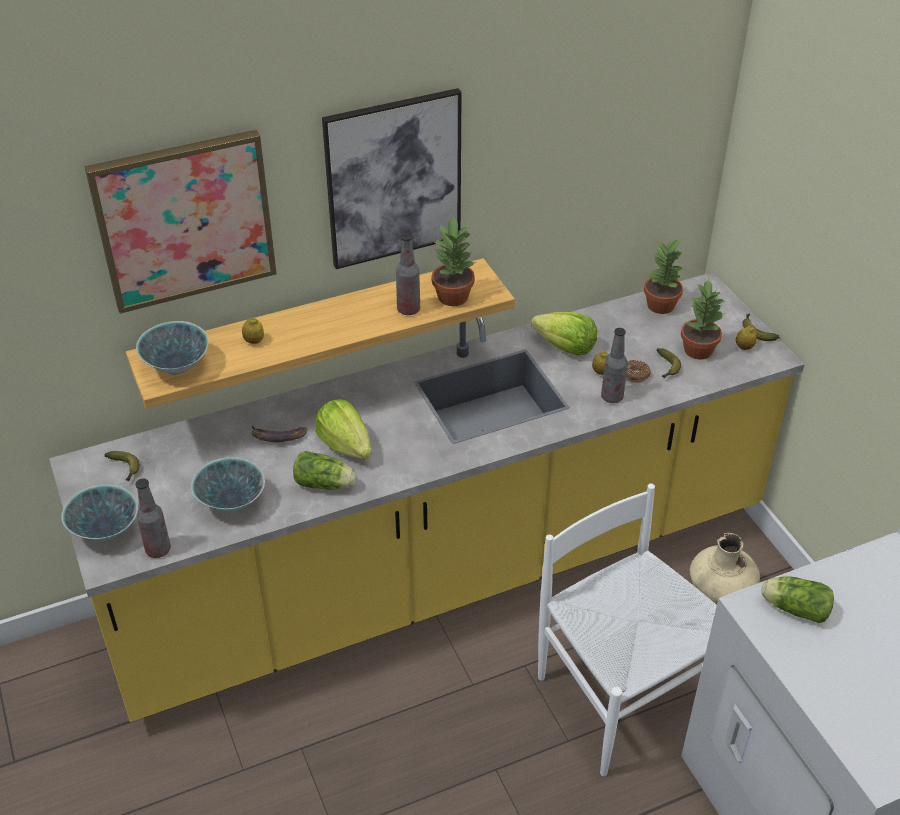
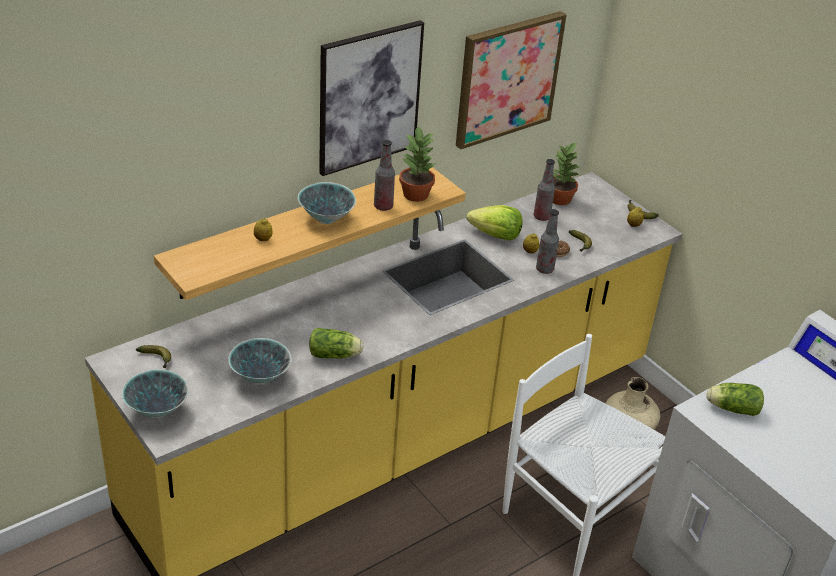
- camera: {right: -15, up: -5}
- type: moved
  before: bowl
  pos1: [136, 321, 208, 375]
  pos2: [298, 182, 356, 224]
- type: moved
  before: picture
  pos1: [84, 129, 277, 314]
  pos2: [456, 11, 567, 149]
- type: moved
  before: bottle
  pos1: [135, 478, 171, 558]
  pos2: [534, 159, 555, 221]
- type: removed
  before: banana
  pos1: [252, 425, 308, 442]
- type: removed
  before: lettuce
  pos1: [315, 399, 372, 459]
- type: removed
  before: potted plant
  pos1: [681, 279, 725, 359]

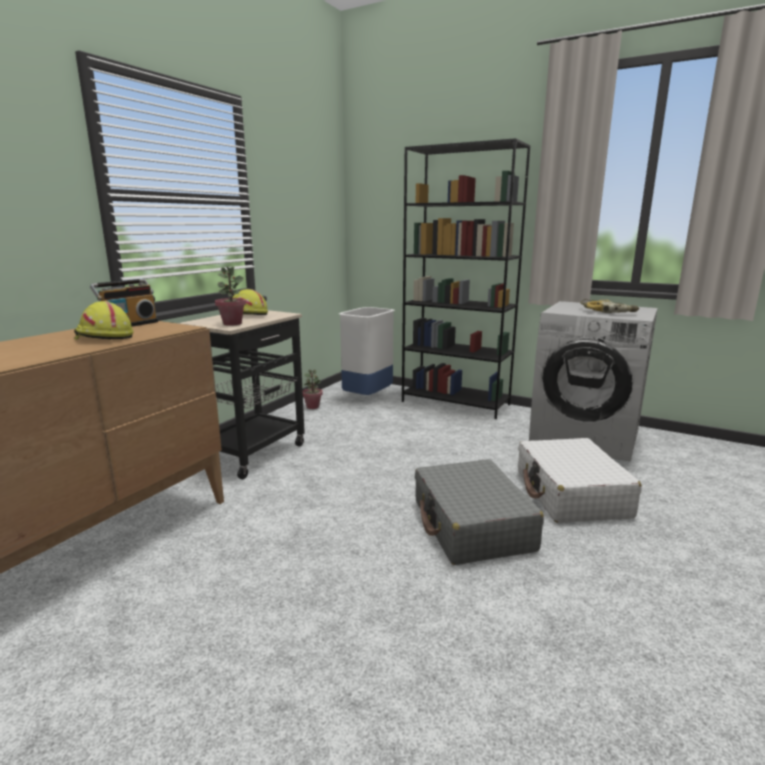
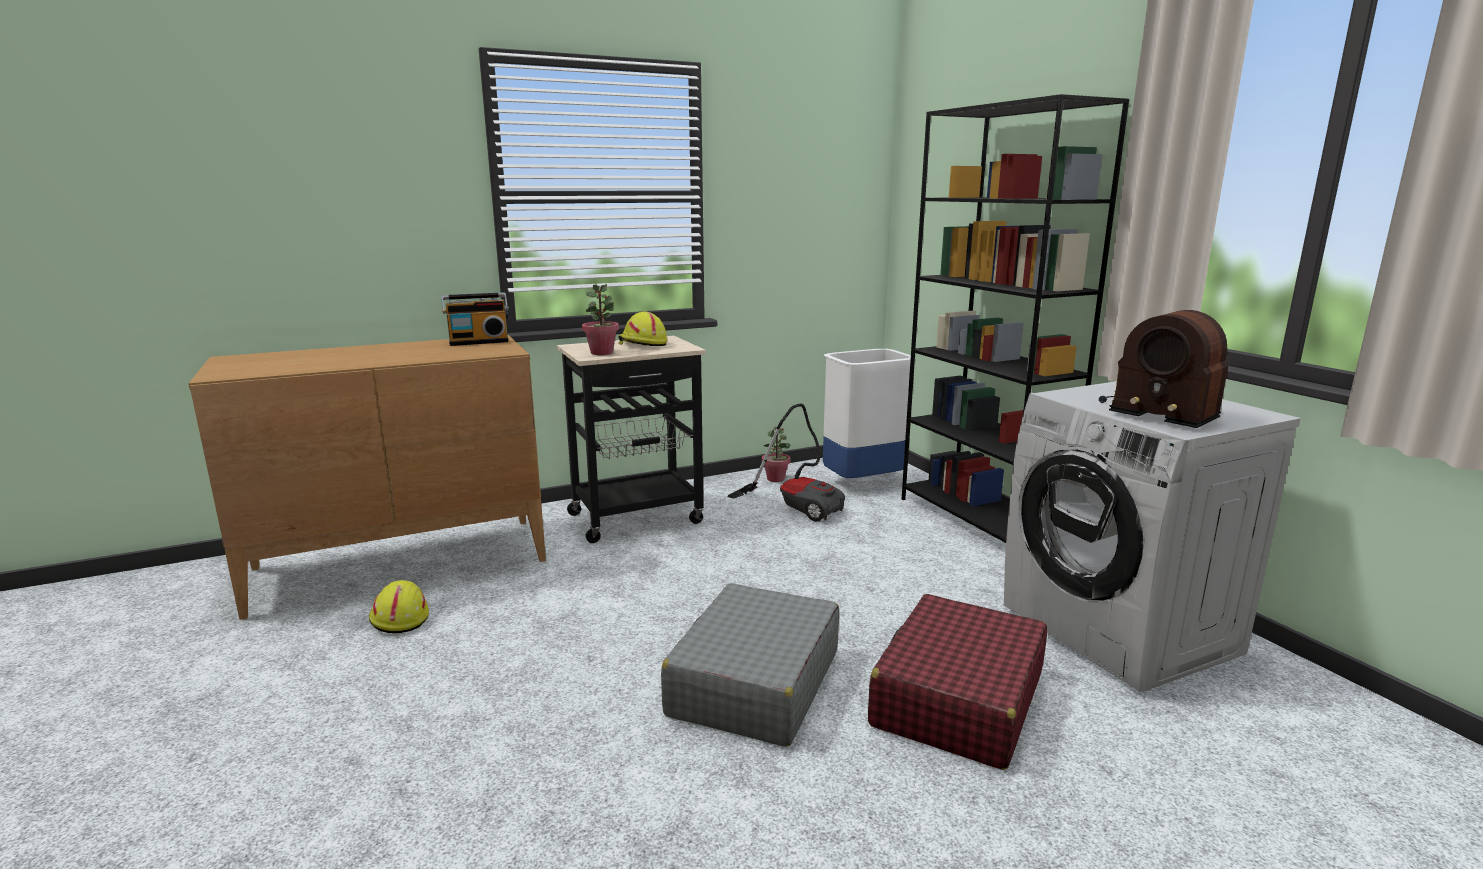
- camera: {right: 35, up: 0}
- type: moved
  before: yellow hard hat
  pos1: [74, 301, 133, 340]
  pos2: [369, 580, 429, 633]
- type: added
  after: vacuum cleaner
  pos2: [728, 403, 845, 522]
- type: recoloured
  before: white suitcase
  after: red suitcase
  pos1: [518, 438, 642, 523]
  pos2: [868, 594, 1047, 770]
- type: replaced
  before: power drill
  after: radio
  pos1: [580, 299, 639, 313]
  pos2: [1099, 310, 1228, 428]

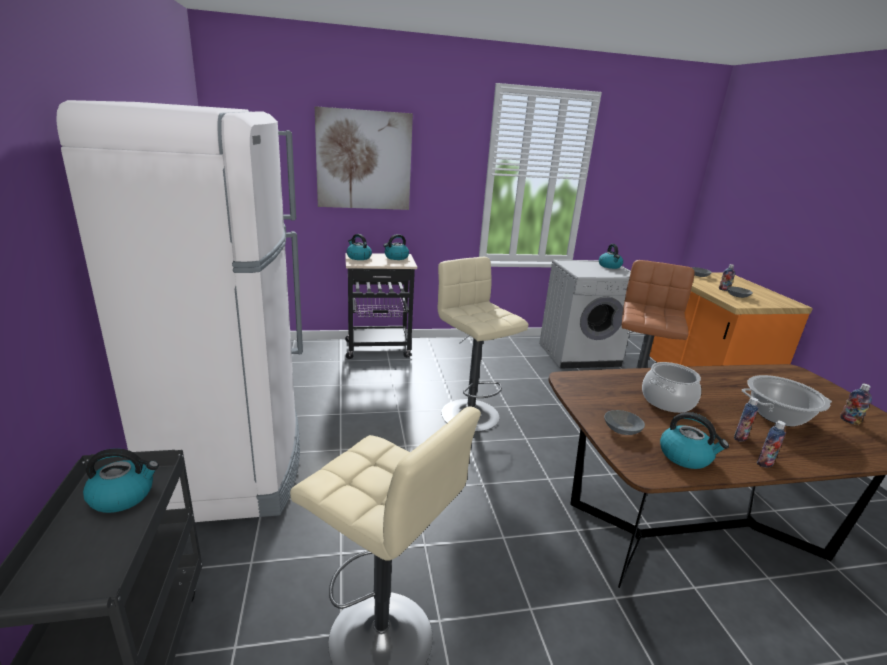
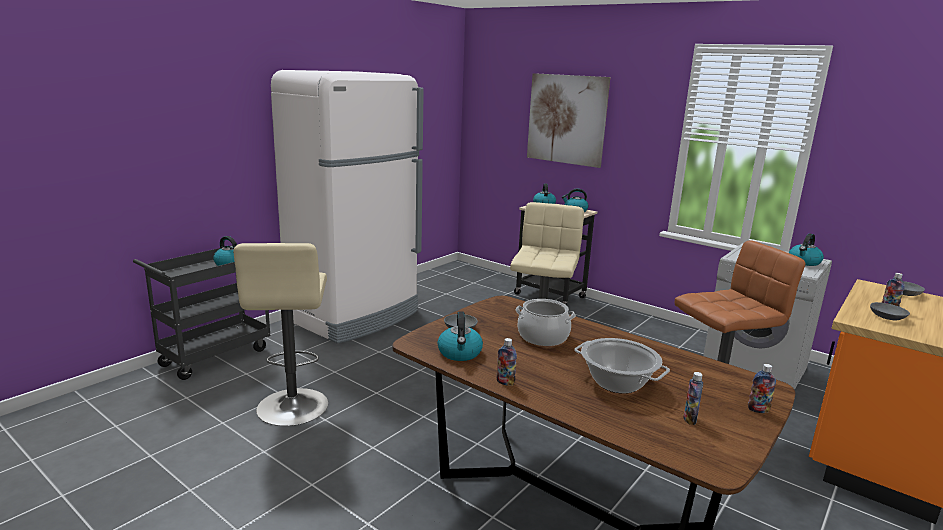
- camera: {right: 50, up: -5}
- type: moved
  before: bottle
  pos1: [734, 397, 759, 442]
  pos2: [748, 364, 776, 413]

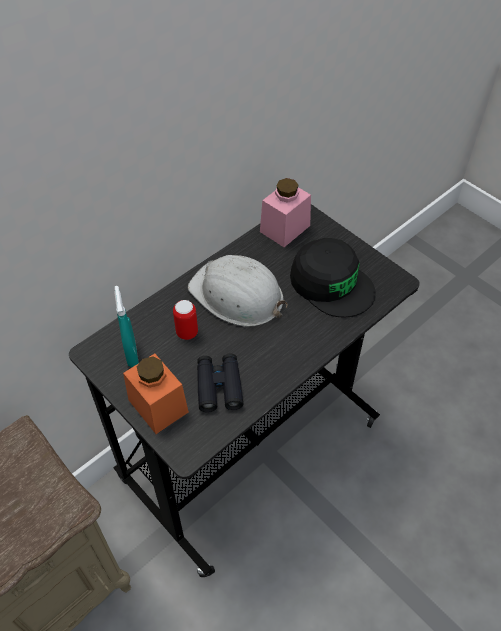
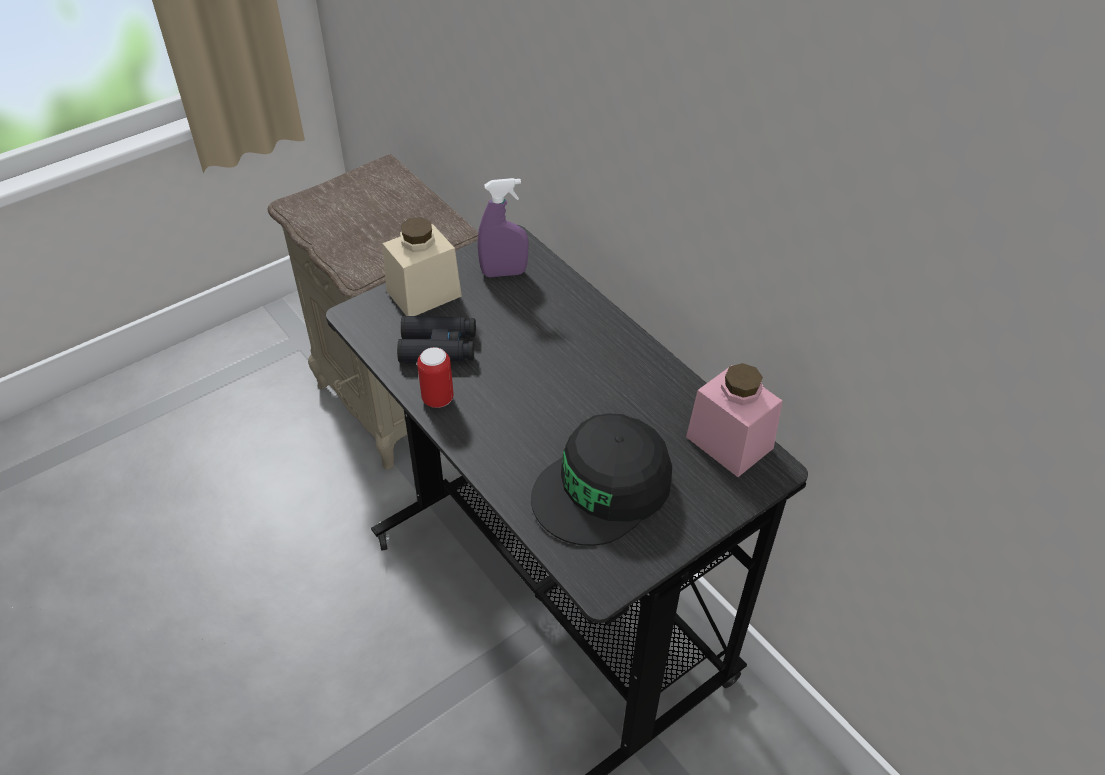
- camera: {right: 95, up: -5}
- type: recoloured
  before: orange jar
  after: beige jar
  pos1: [123, 353, 189, 434]
  pos2: [382, 217, 462, 316]
- type: moved
  before: can
  pos1: [173, 300, 198, 340]
  pos2: [417, 347, 454, 408]
- type: recoloured
  before: turquoise spray bottle
  after: purple spray bottle
  pos1: [115, 286, 139, 367]
  pos2: [478, 178, 529, 277]
- type: removed
  before: white hard hat
  pos1: [188, 255, 288, 327]

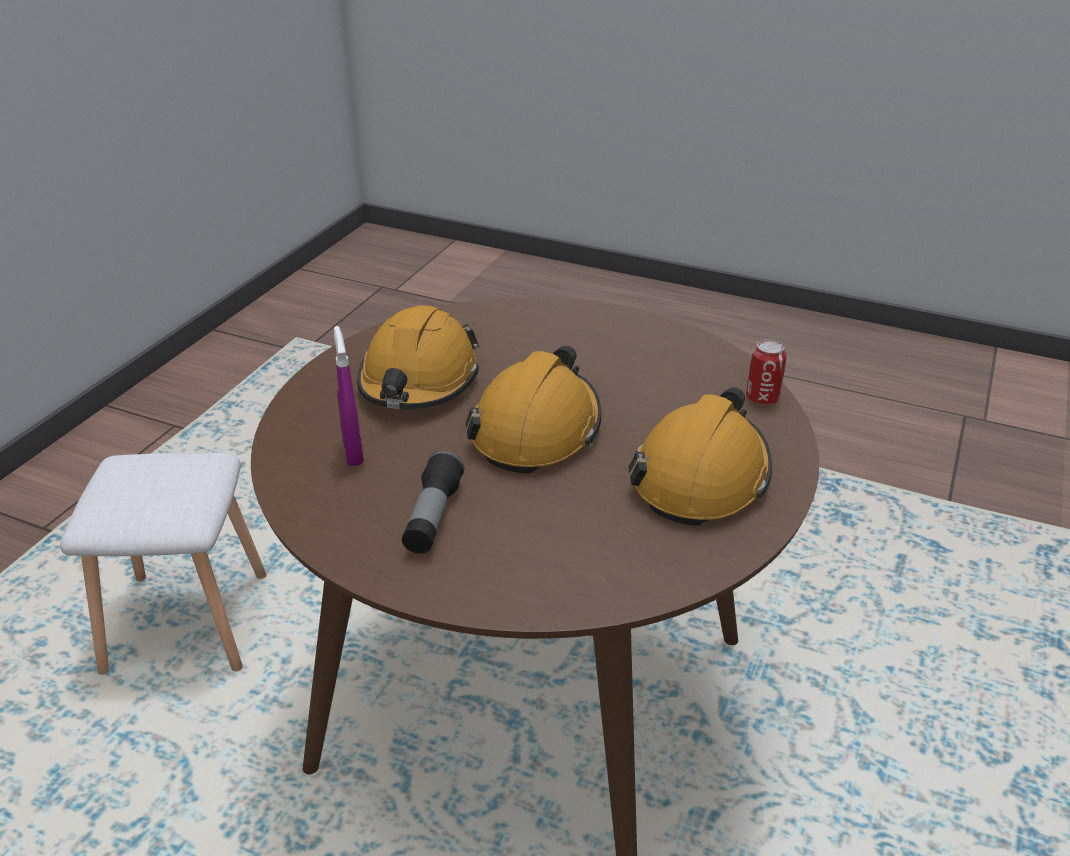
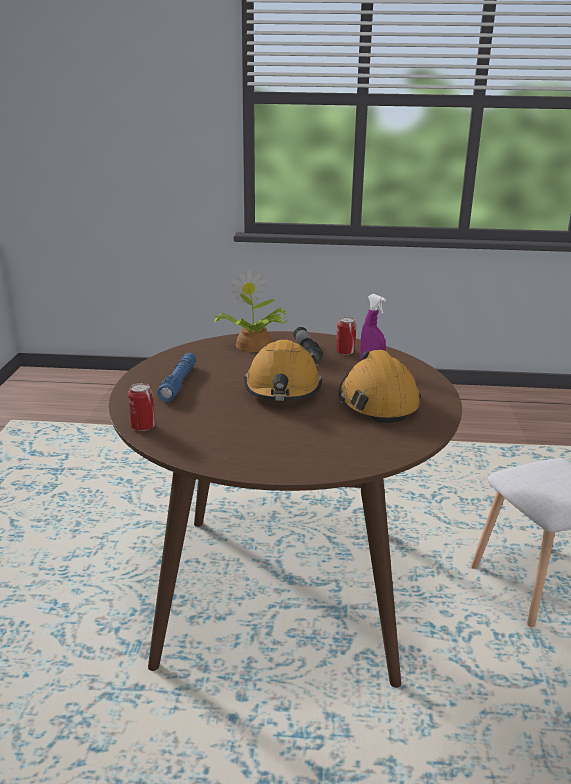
- camera: {right: 160, up: -10}
- type: replaced
  before: orange hard hat
  after: blue flashlight
  pos1: [629, 388, 772, 526]
  pos2: [157, 353, 196, 402]
- type: added
  after: potted plant
  pos2: [214, 269, 287, 352]
- type: added
  after: can
  pos2: [336, 317, 356, 355]

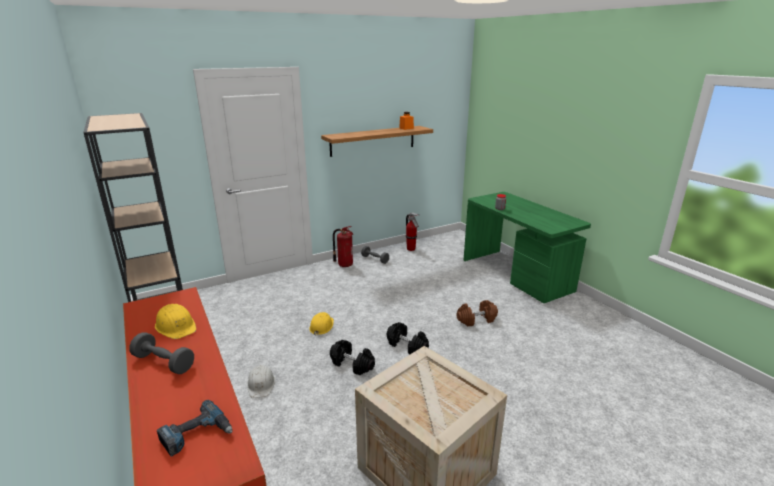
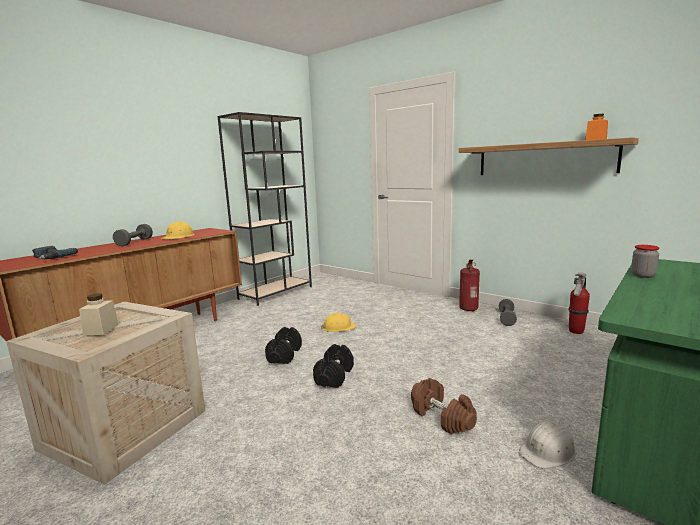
- camera: {right: 70, up: -10}
- type: added
  after: beige jar
  pos2: [79, 293, 119, 335]
- type: moved
  before: white hard hat
  pos1: [247, 365, 275, 398]
  pos2: [519, 421, 576, 469]

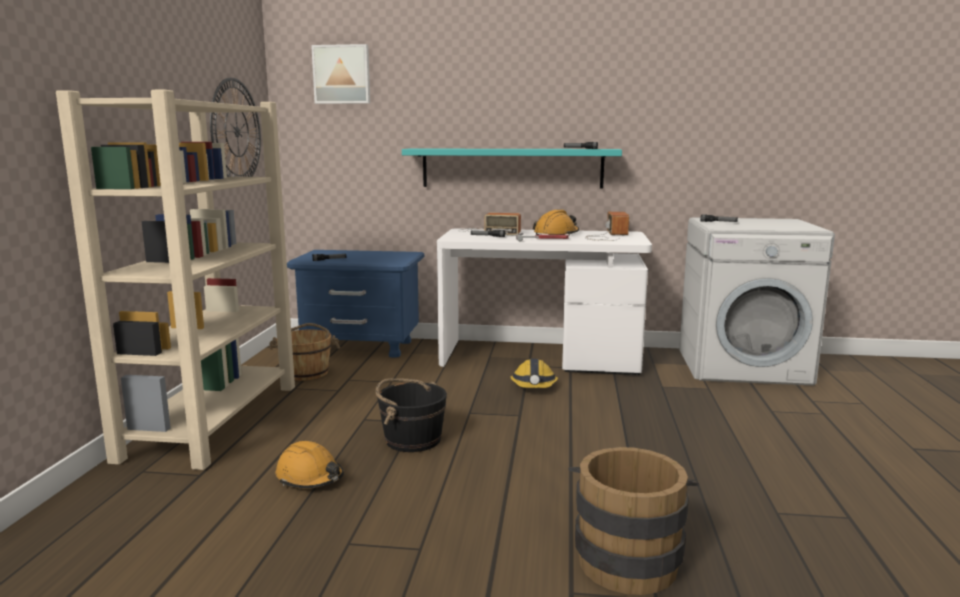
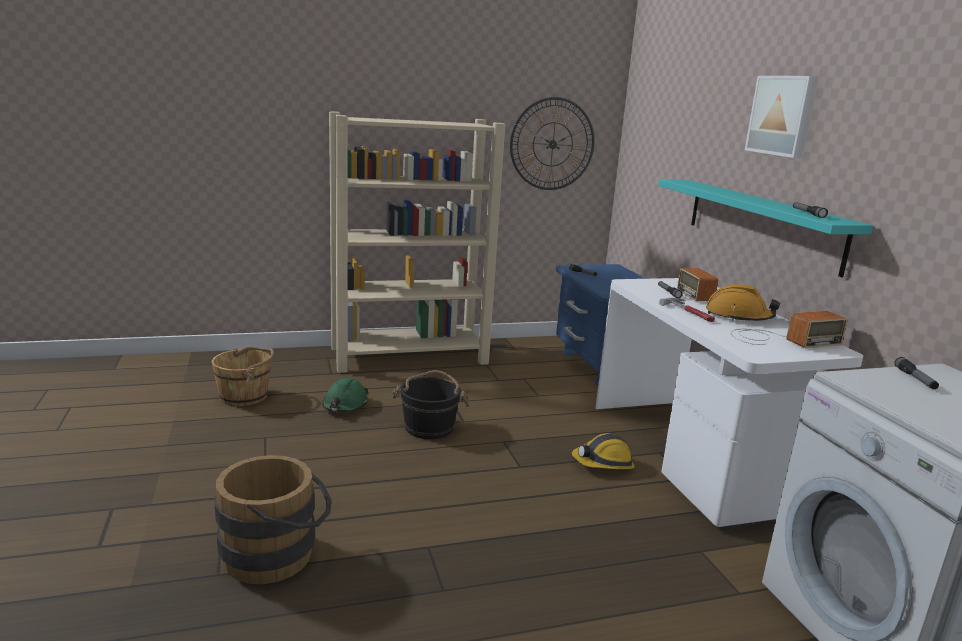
- camera: {right: 65, up: 5}
- type: moved
  before: brown bucket
  pos1: [269, 323, 340, 381]
  pos2: [212, 346, 274, 406]
- type: recoloured
  before: orange hard hat
  after: green hard hat
  pos1: [275, 441, 344, 488]
  pos2: [322, 378, 369, 412]
- type: moved
  before: picture
  pos1: [311, 44, 370, 104]
  pos2: [745, 76, 818, 158]

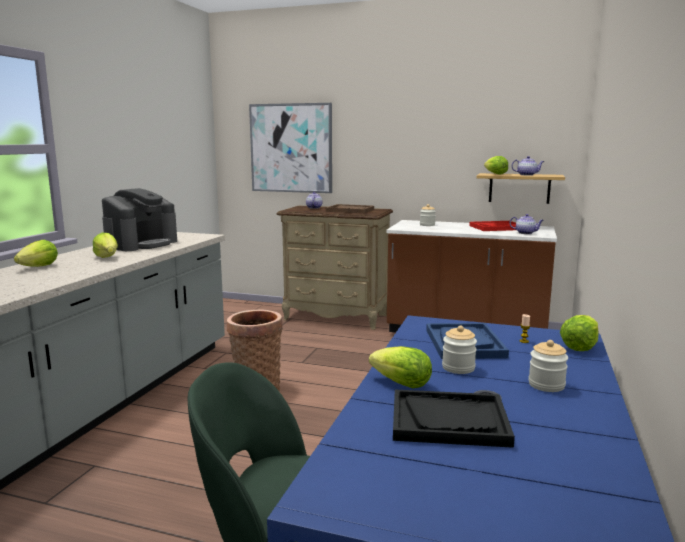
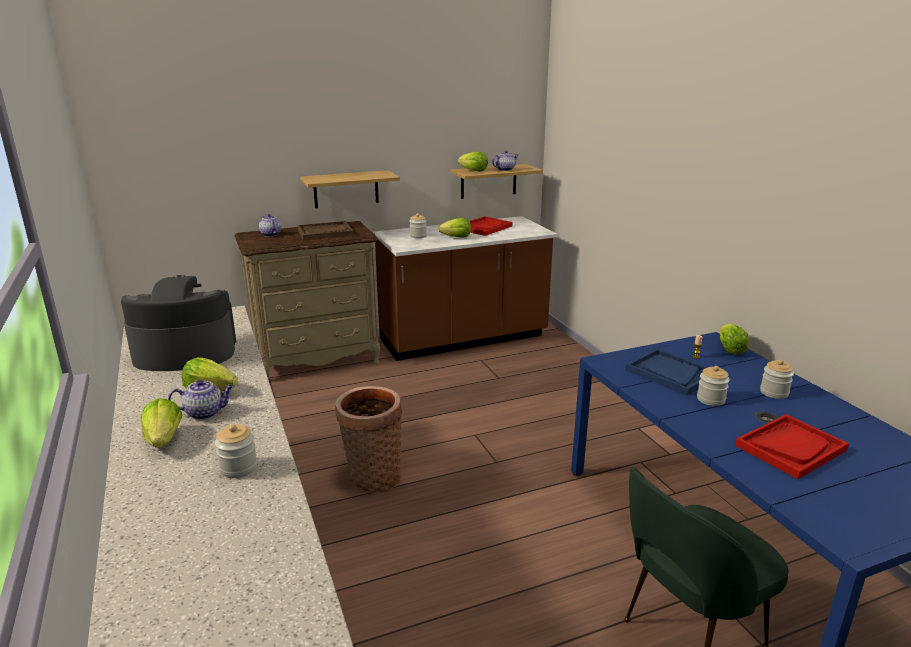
- camera: {right: -40, up: 10}
- type: turned
  before: coffee machine
  pos1: [102, 188, 177, 251]
  pos2: [121, 275, 236, 371]
  turn: -90
- type: moved
  before: teapot
  pos1: [510, 214, 544, 234]
  pos2: [168, 380, 234, 420]
- type: added
  after: jar
  pos2: [215, 424, 257, 478]
- type: added
  after: shelf
  pos2: [300, 170, 400, 208]
- type: moved
  before: lettuce
  pos1: [369, 346, 432, 388]
  pos2: [438, 218, 471, 238]
- type: recoloured
  before: black tray
  after: red tray
  pos1: [393, 390, 515, 448]
  pos2: [735, 414, 849, 479]
- type: removed
  before: picture
  pos1: [249, 103, 332, 193]

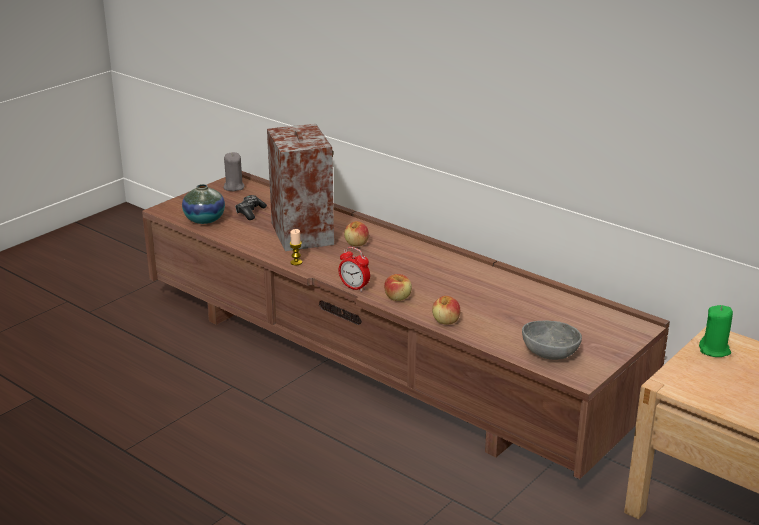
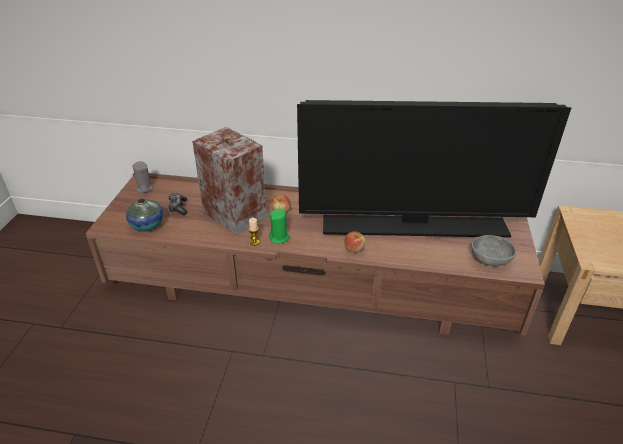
- camera: {right: -30, up: 10}
- type: moved
  before: green candle
  pos1: [699, 305, 733, 357]
  pos2: [269, 209, 290, 243]
- type: added
  after: television
  pos2: [297, 100, 572, 238]
- type: removed
  before: alarm clock
  pos1: [339, 247, 370, 292]
- type: removed
  before: apple
  pos1: [432, 296, 460, 325]

